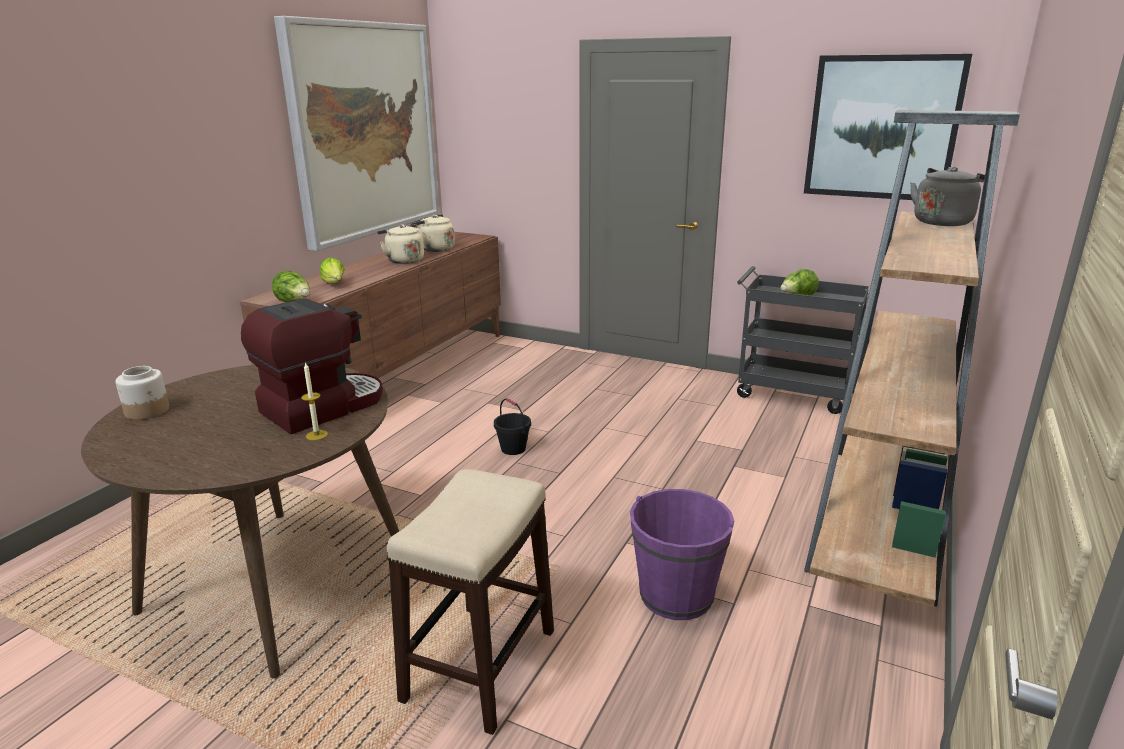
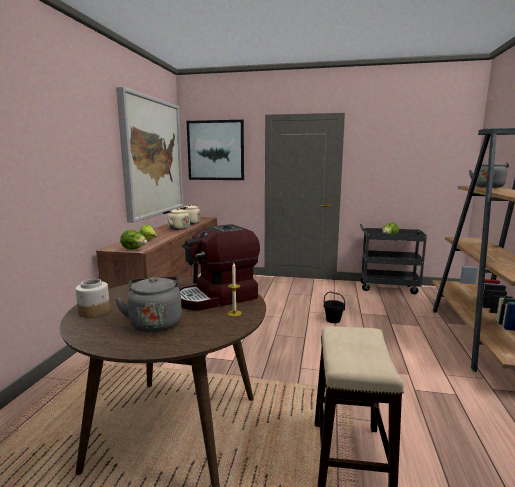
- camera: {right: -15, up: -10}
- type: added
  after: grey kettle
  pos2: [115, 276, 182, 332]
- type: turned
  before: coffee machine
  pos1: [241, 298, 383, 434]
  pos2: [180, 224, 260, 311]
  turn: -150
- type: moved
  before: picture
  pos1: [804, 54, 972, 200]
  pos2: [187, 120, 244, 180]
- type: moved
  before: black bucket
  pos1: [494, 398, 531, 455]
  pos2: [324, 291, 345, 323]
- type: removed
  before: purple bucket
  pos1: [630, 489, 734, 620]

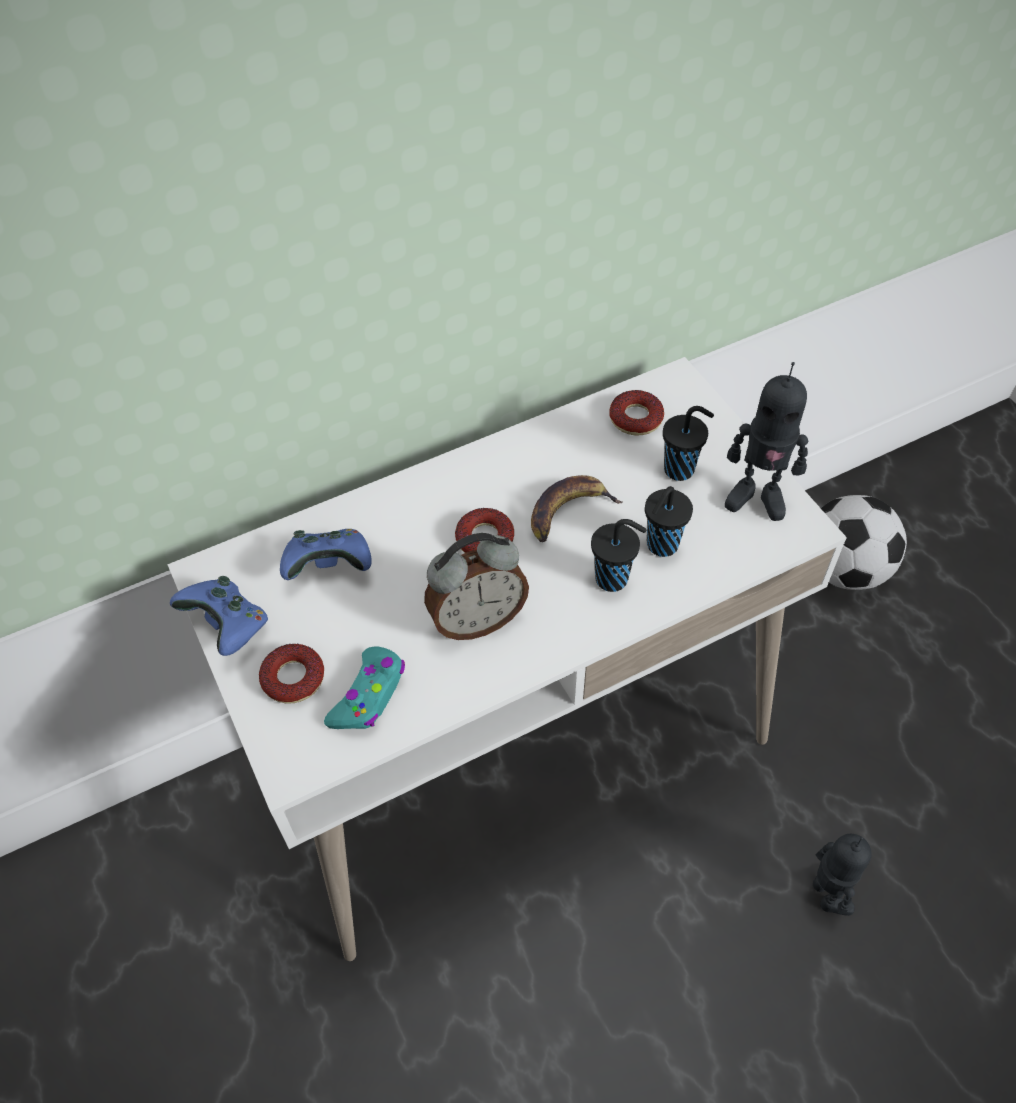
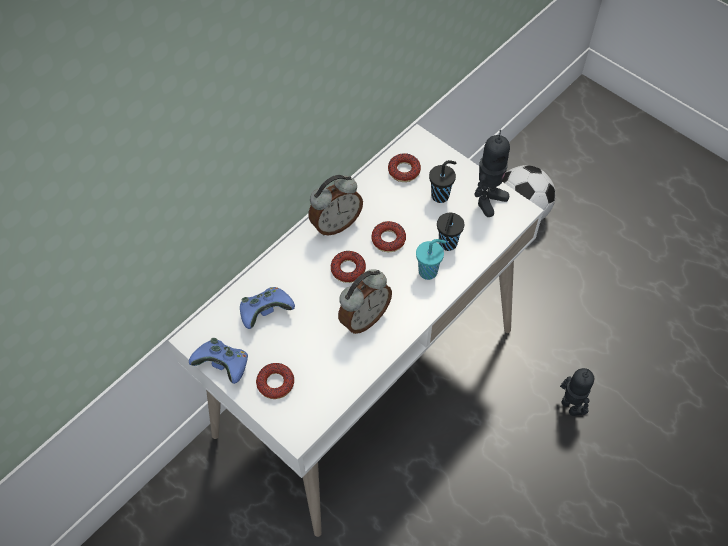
- camera: {right: -20, up: 5}
- type: added
  after: alarm clock
  pos2: [308, 175, 363, 236]
- type: replaced
  before: banana
  after: donut
  pos1: [531, 475, 623, 542]
  pos2: [371, 221, 406, 252]
- type: recoloured
  before: black cup
  after: turquoise cup
  pos1: [591, 519, 646, 592]
  pos2: [416, 239, 446, 280]
- type: turned
  before: toy robot
  pos1: [725, 362, 808, 521]
  pos2: [474, 130, 510, 217]
  turn: -45
- type: removed
  before: turquoise game controller
  pos1: [324, 646, 405, 729]

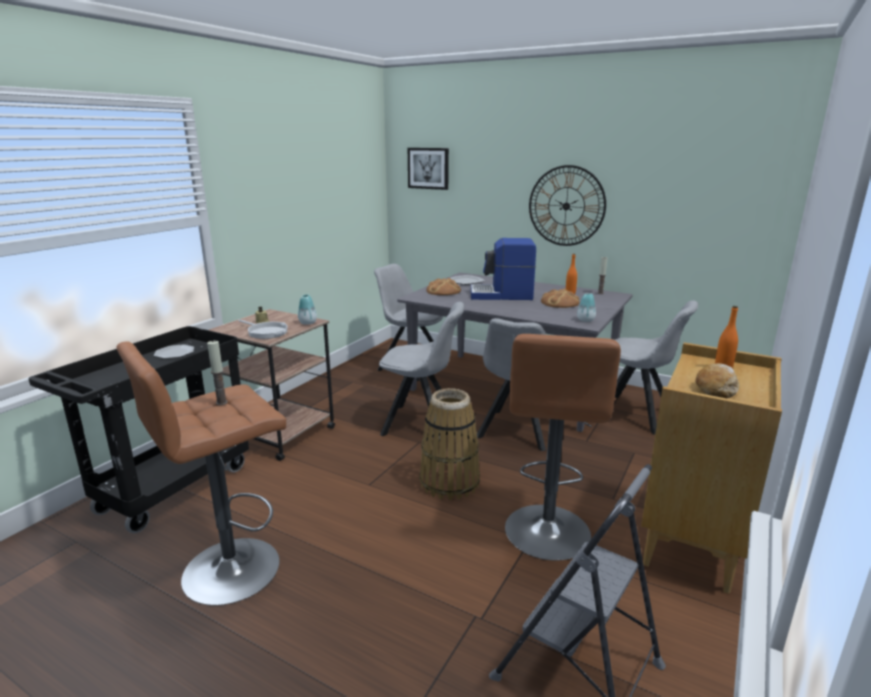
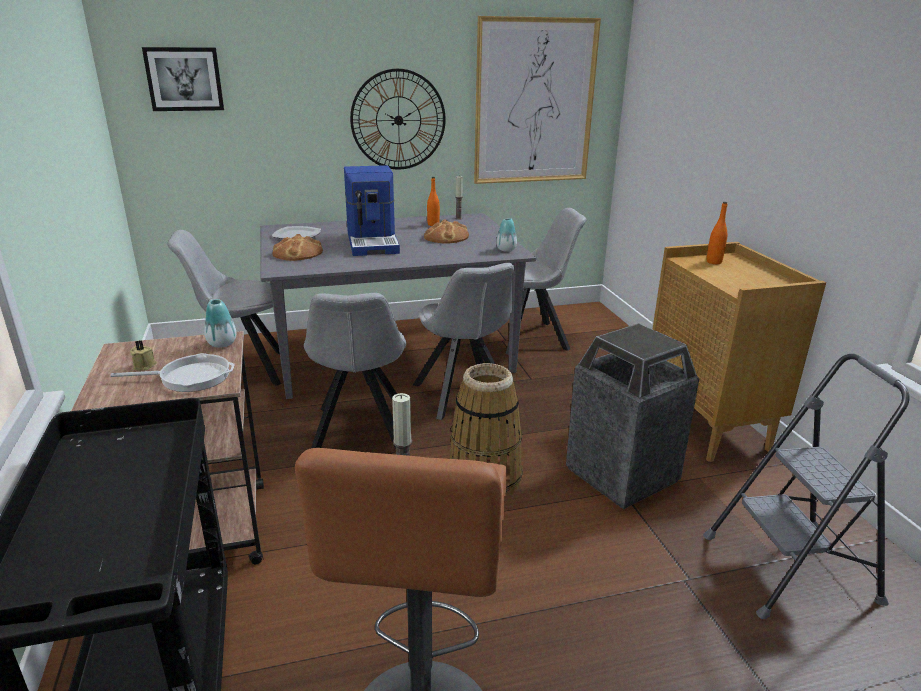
- camera: {right: -45, up: 5}
- type: turned
  before: grey chair
  pos1: [379, 302, 465, 442]
  pos2: [304, 293, 406, 449]
  turn: 120
- type: turned
  before: coffee machine
  pos1: [471, 238, 536, 300]
  pos2: [344, 165, 400, 256]
  turn: -60
- type: added
  after: picture
  pos2: [474, 16, 601, 184]
- type: replaced
  before: brown stool
  after: trash can
  pos1: [505, 334, 621, 561]
  pos2: [566, 323, 699, 509]
- type: removed
  before: plate
  pos1: [154, 344, 194, 359]
- type: removed
  before: bread
  pos1: [695, 363, 739, 398]

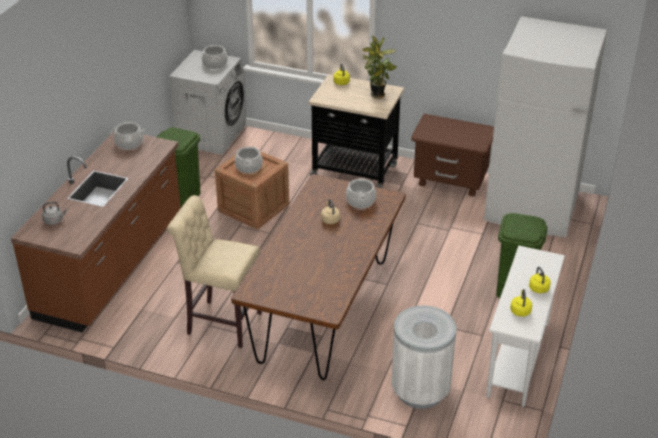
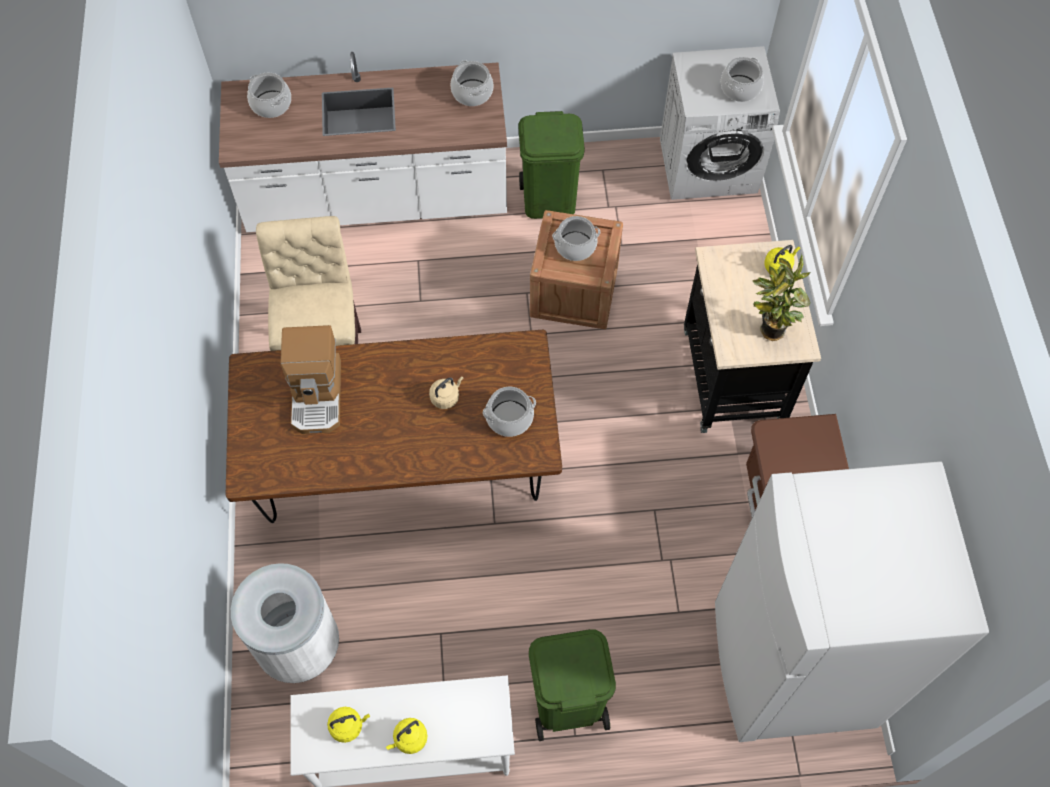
- camera: {right: 65, up: 25}
- type: recoloured
  before: brown counter
  after: white counter
  pos1: [11, 131, 181, 332]
  pos2: [219, 52, 507, 232]
- type: replaced
  before: grey kettle
  after: cooking pot
  pos1: [42, 202, 68, 225]
  pos2: [247, 73, 291, 118]
- type: added
  after: coffee machine
  pos2: [281, 325, 341, 434]

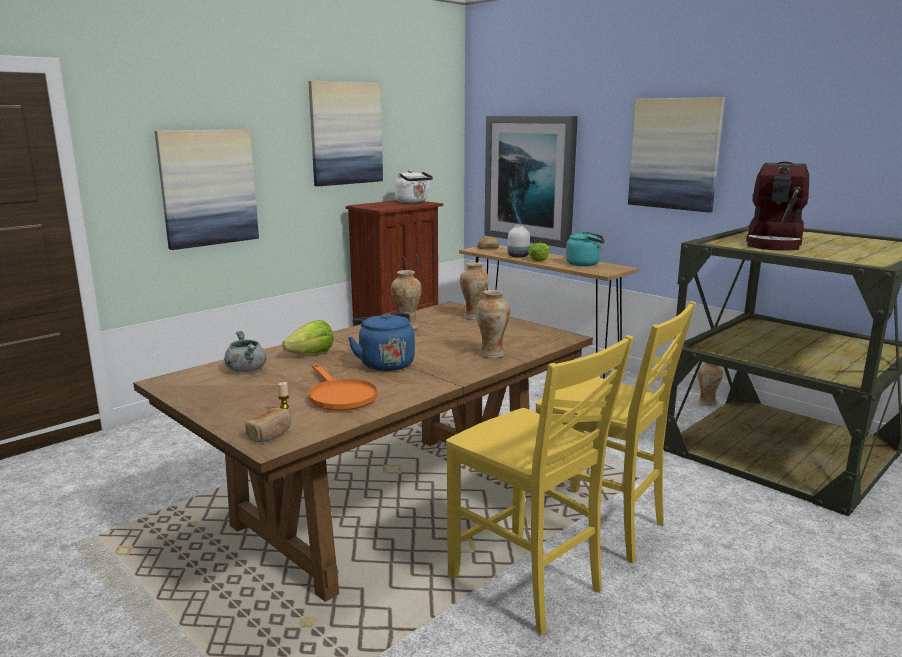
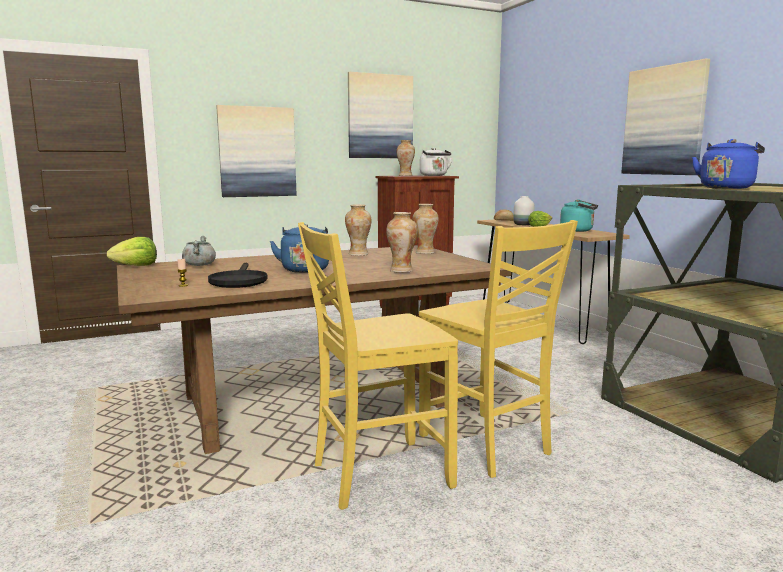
- camera: {right: 20, up: -5}
- type: moved
  before: lettuce
  pos1: [282, 320, 333, 354]
  pos2: [107, 237, 157, 266]
- type: recoloured
  before: orange frying pan
  after: black frying pan
  pos1: [309, 364, 378, 411]
  pos2: [208, 263, 268, 288]
- type: turned
  before: yellow chair
  pos1: [446, 335, 634, 635]
  pos2: [298, 222, 458, 510]
  turn: 90
- type: moved
  before: vase
  pos1: [697, 362, 723, 406]
  pos2: [397, 140, 415, 176]
- type: replaced
  before: coffee machine
  after: blue kettle
  pos1: [746, 162, 809, 251]
  pos2: [692, 139, 765, 189]
- type: removed
  before: bread
  pos1: [245, 408, 291, 442]
- type: removed
  before: picture
  pos1: [484, 116, 578, 248]

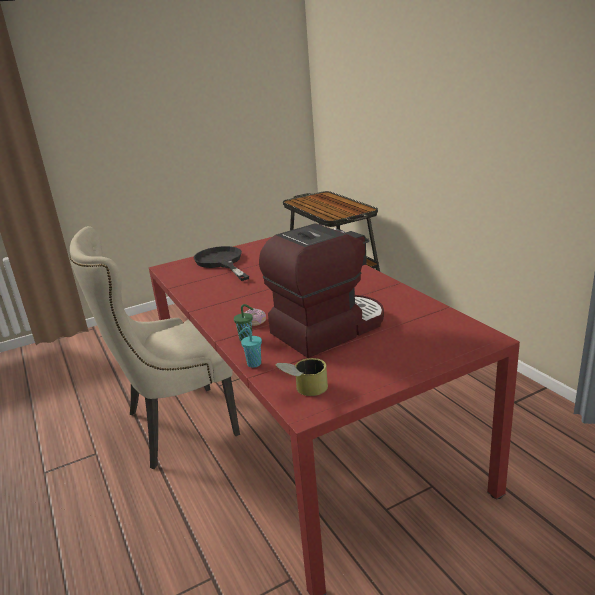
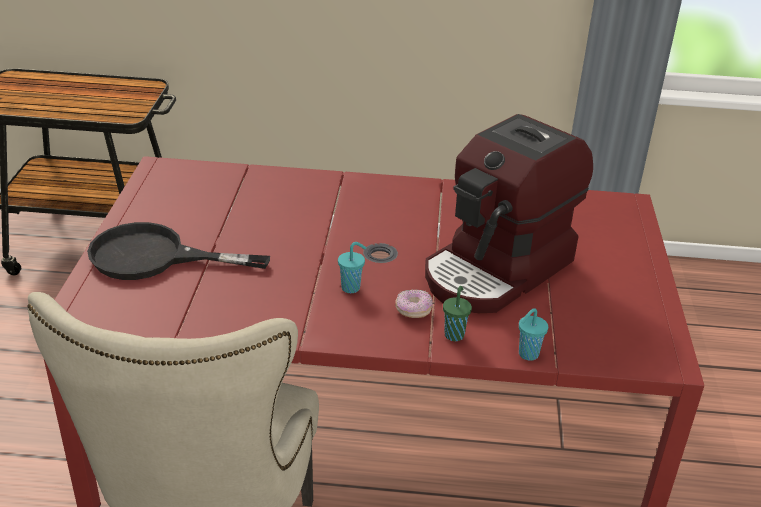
- camera: {right: -60, up: 10}
- type: added
  after: turquoise cup
  pos2: [338, 242, 366, 293]
- type: turned
  before: coffee machine
  pos1: [259, 223, 384, 358]
  pos2: [425, 114, 593, 313]
  turn: -135
- type: removed
  before: can
  pos1: [276, 358, 328, 396]

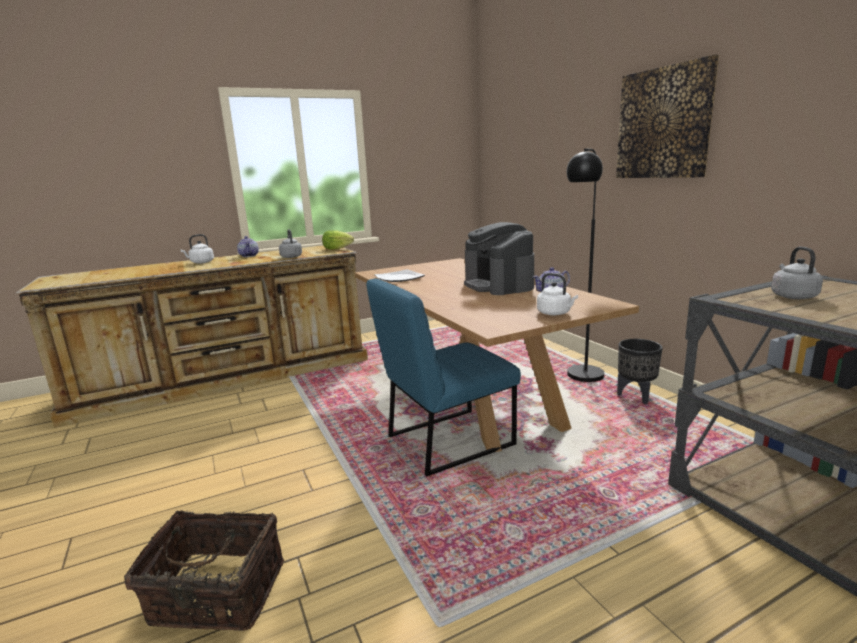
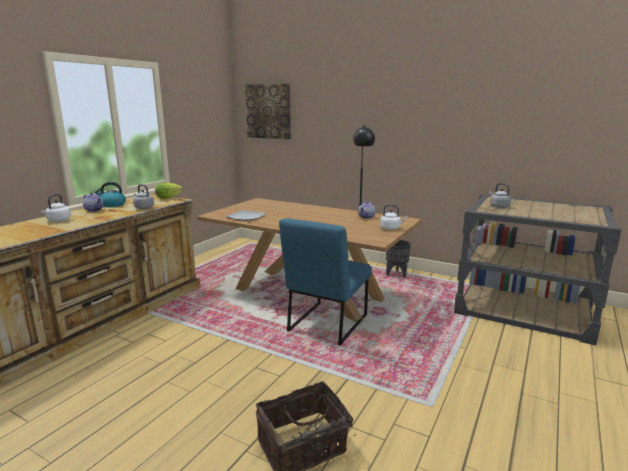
- camera: {right: -35, up: 0}
- type: added
  after: kettle
  pos2: [94, 182, 126, 207]
- type: moved
  before: picture
  pos1: [616, 55, 719, 178]
  pos2: [245, 84, 291, 139]
- type: removed
  before: coffee machine
  pos1: [464, 222, 534, 295]

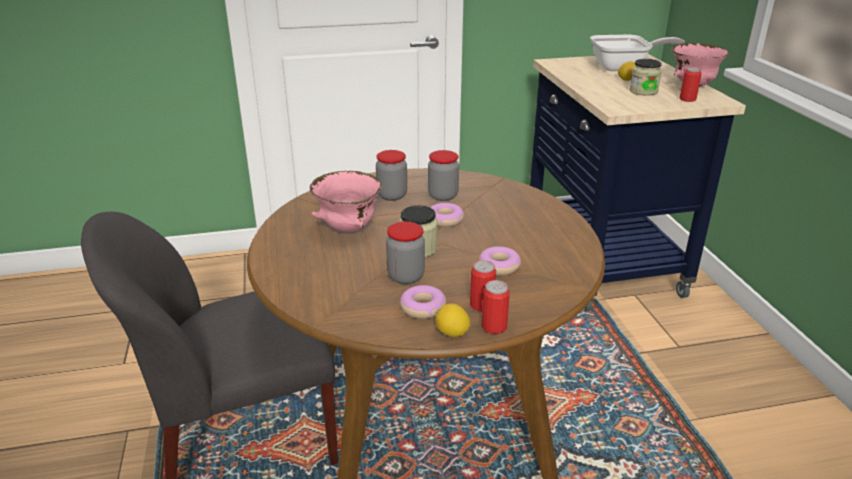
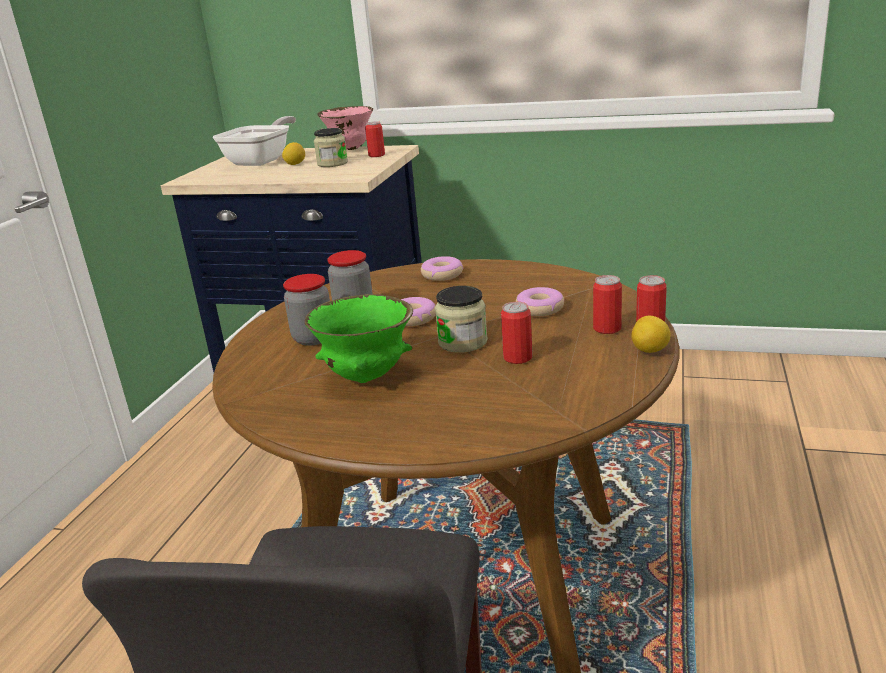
- camera: {right: -60, up: -5}
- type: recoloured
  before: pink bowl
  after: green bowl
  pos1: [310, 171, 382, 232]
  pos2: [304, 294, 413, 383]
- type: moved
  before: donut
  pos1: [400, 285, 446, 319]
  pos2: [421, 256, 463, 281]
- type: replaced
  before: jar
  after: can
  pos1: [386, 222, 425, 284]
  pos2: [501, 302, 533, 364]

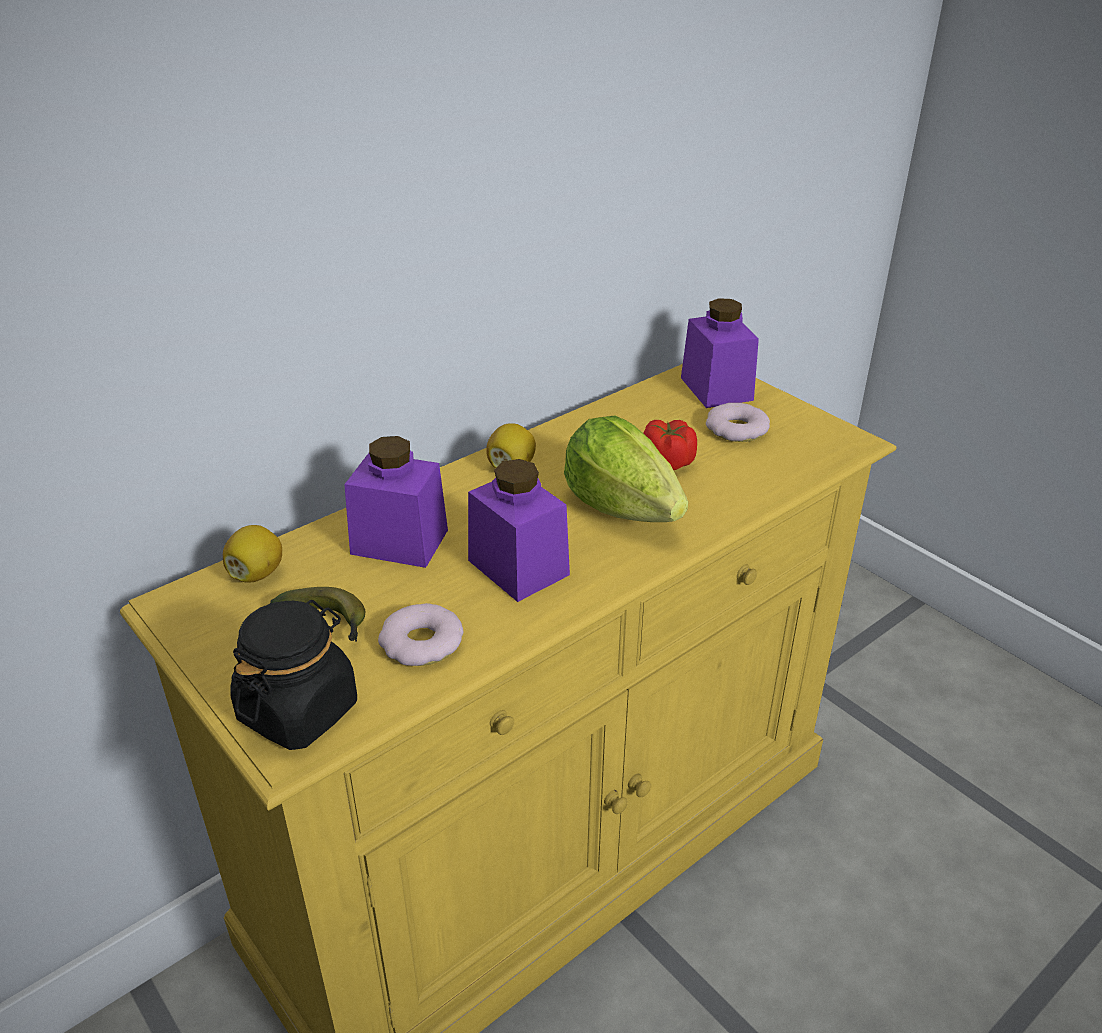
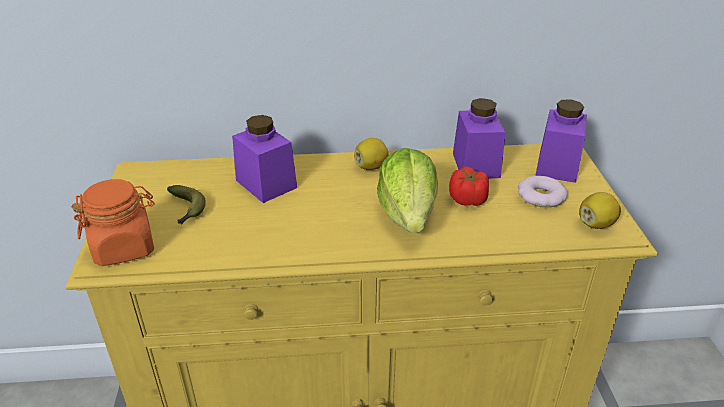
- camera: {right: 35, up: 0}
- type: recoloured
  before: black jar
  after: orange jar
  pos1: [230, 600, 357, 750]
  pos2: [72, 179, 155, 266]
- type: moved
  before: purple jar
  pos1: [468, 459, 570, 602]
  pos2: [453, 98, 506, 178]
- type: moved
  before: lemon
  pos1: [223, 525, 282, 583]
  pos2: [579, 192, 621, 229]
- type: removed
  before: donut
  pos1: [378, 603, 463, 666]

